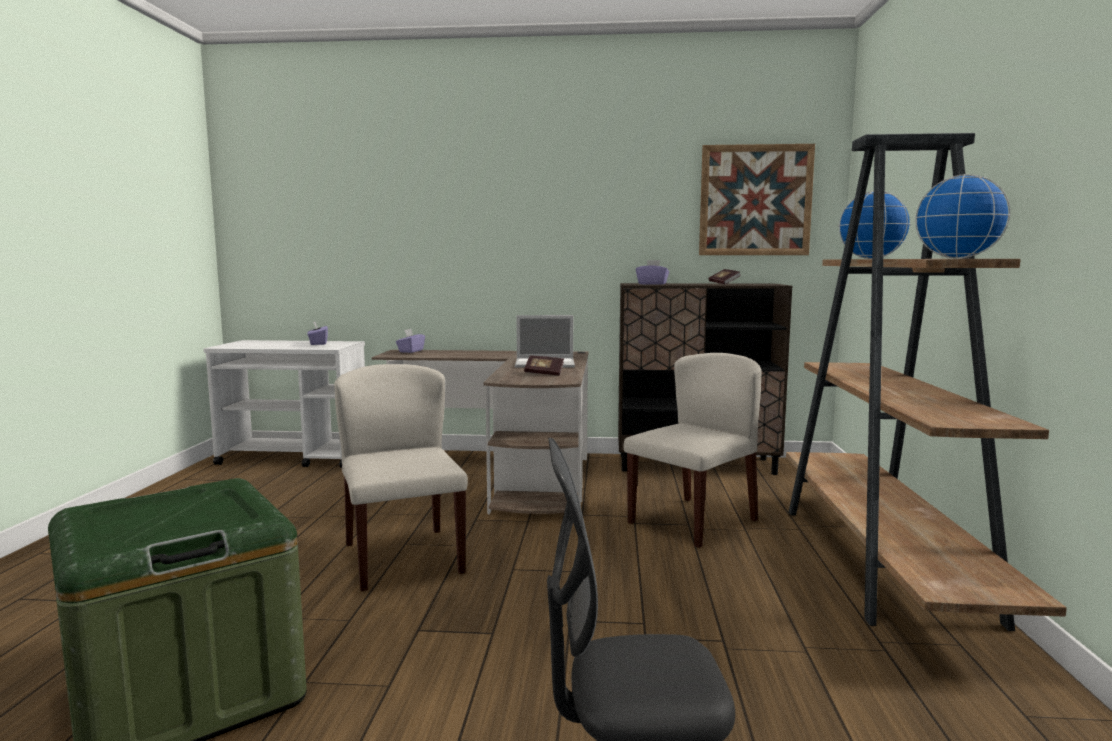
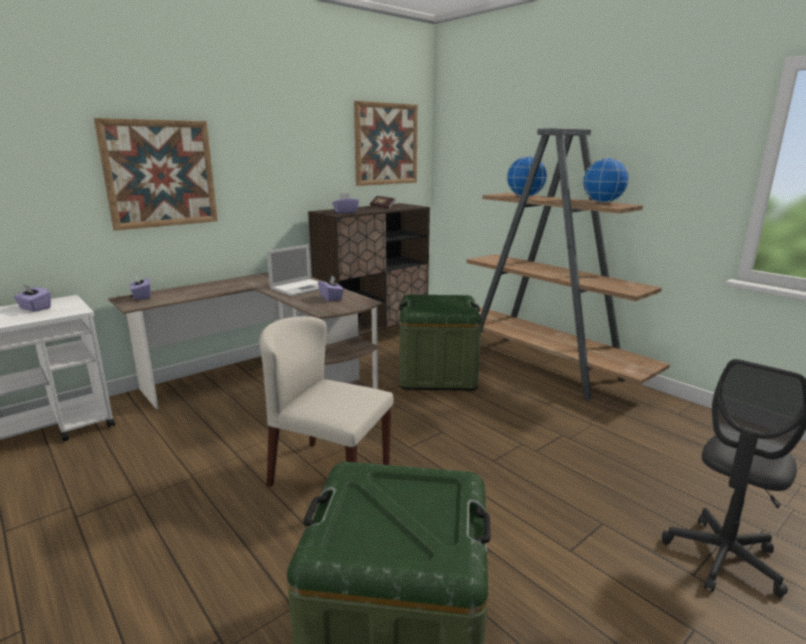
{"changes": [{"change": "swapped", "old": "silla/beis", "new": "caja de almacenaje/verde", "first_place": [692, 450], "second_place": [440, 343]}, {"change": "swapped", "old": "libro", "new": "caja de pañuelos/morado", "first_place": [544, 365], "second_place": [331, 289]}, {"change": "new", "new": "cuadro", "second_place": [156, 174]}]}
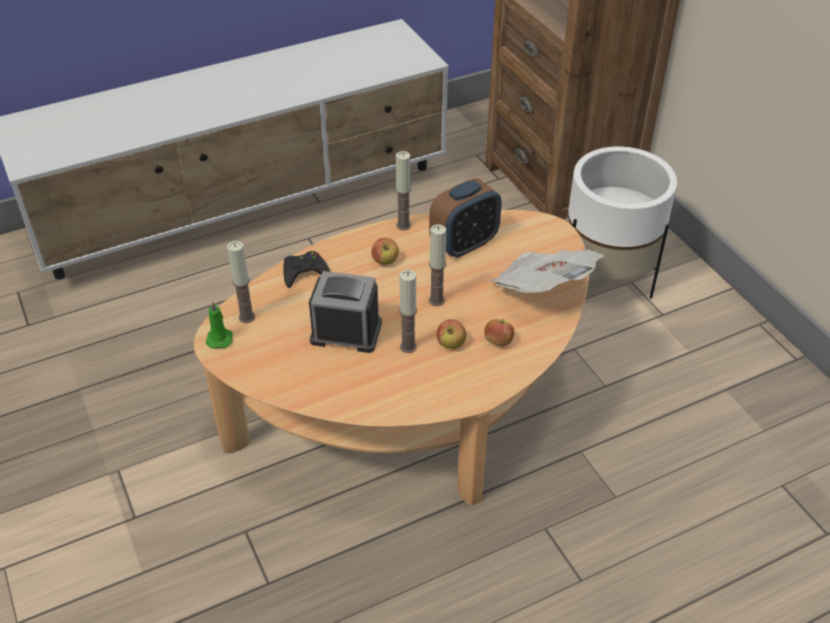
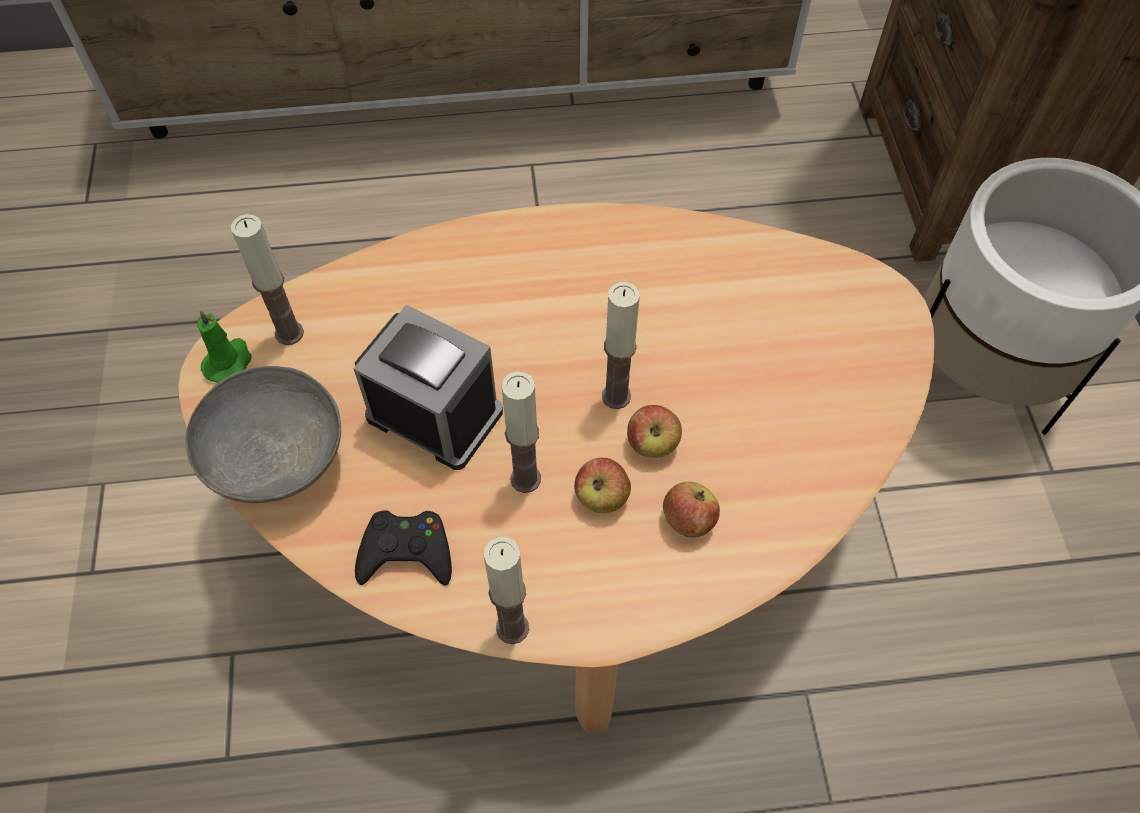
{"changes": [{"change": "shifted", "old": "vela", "first_place": [403, 190], "second_place": [506, 590]}, {"change": "gone", "old": "despertador", "first_place": [465, 218]}, {"change": "shifted", "old": "manzana", "first_place": [385, 251], "second_place": [654, 431]}, {"change": "gone", "old": "periódico", "first_place": [547, 271]}, {"change": "shifted", "old": "mando de consola/negro", "first_place": [306, 269], "second_place": [403, 548]}, {"change": "new", "new": "cuenco/gris", "second_place": [263, 434]}]}
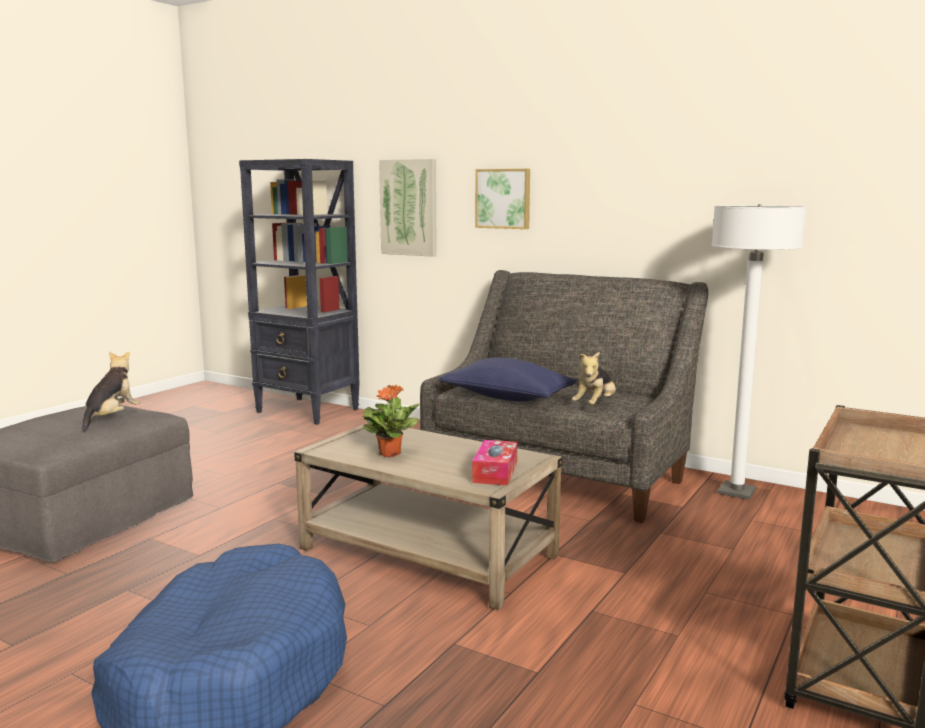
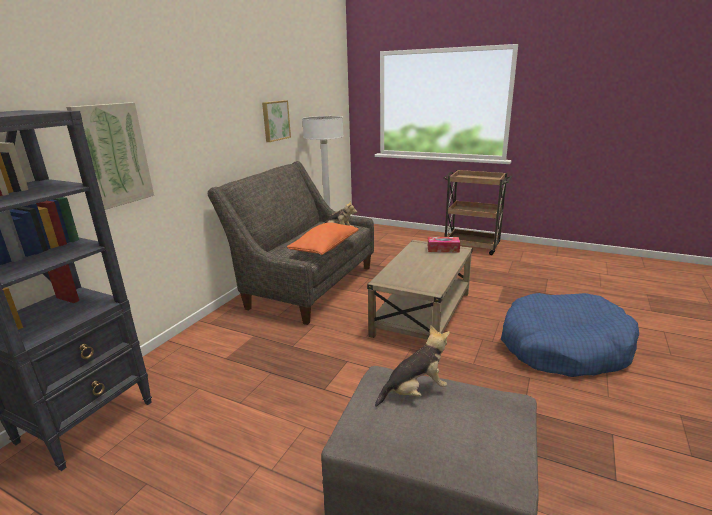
{"changes": [{"change": "shifted", "old": "cuadro", "first_place": [502, 199], "second_place": [276, 121]}, {"change": "rotated", "old": "peluche", "first_place": [111, 391], "second_place": [412, 366], "degrees": 150}, {"change": "repainted", "old": "cojín/azul", "new": "cojín/naranja", "first_place": [508, 379], "second_place": [322, 238]}, {"change": "gone", "old": "planta en maceta", "first_place": [390, 421]}]}
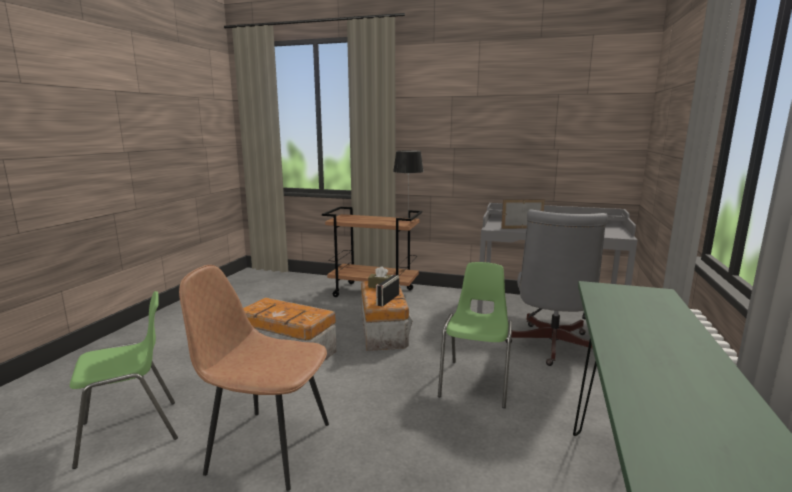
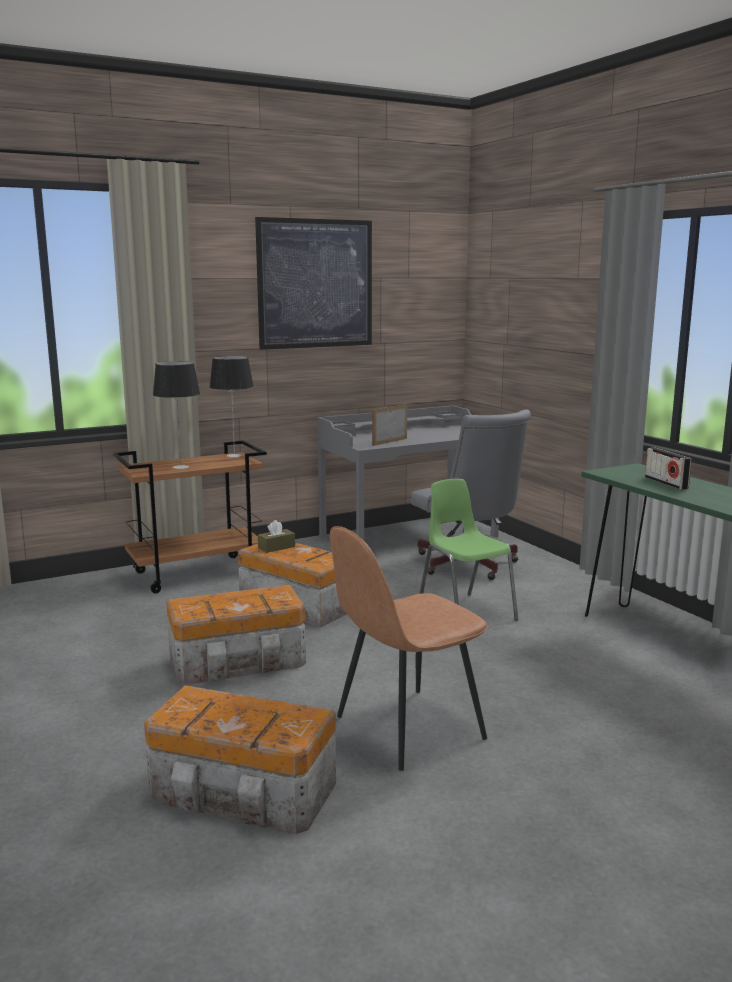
{"changes": [{"change": "shifted", "old": "radio", "first_place": [387, 290], "second_place": [668, 469]}, {"change": "swapped", "old": "silla/verde", "new": "caja de almacenaje", "first_place": [124, 380], "second_place": [240, 759]}, {"change": "new", "new": "cuadro", "second_place": [313, 283]}, {"change": "new", "new": "lámpara de mesa", "second_place": [176, 415]}]}
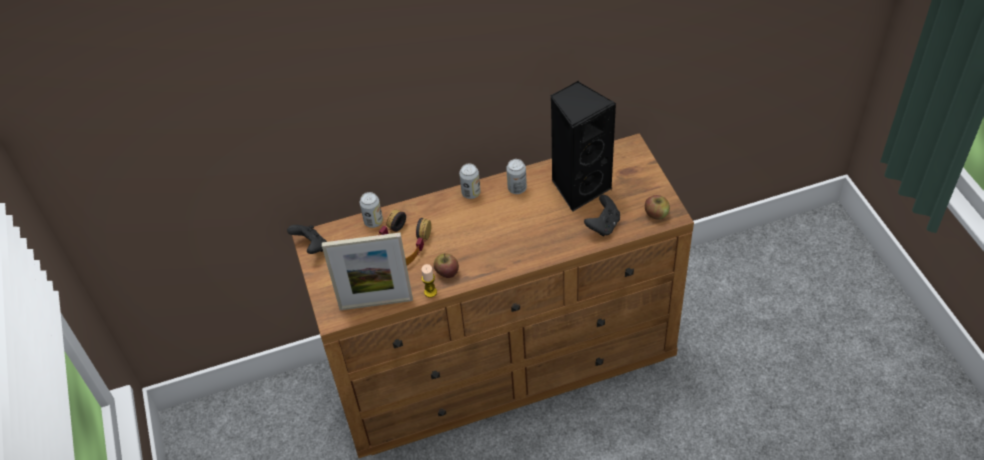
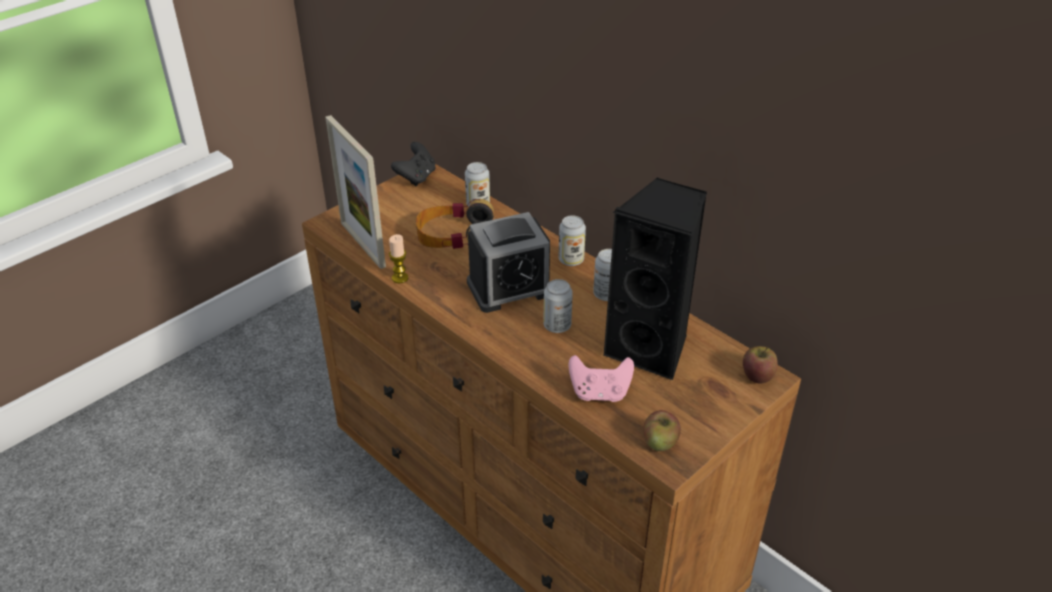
{"changes": [{"change": "repainted", "old": "mando de consola/negro", "new": "mando de consola/rosa", "first_place": [602, 216], "second_place": [601, 378]}, {"change": "shifted", "old": "manzana", "first_place": [446, 265], "second_place": [760, 365]}, {"change": "new", "new": "despertador", "second_place": [508, 262]}, {"change": "new", "new": "lata", "second_place": [558, 306]}]}
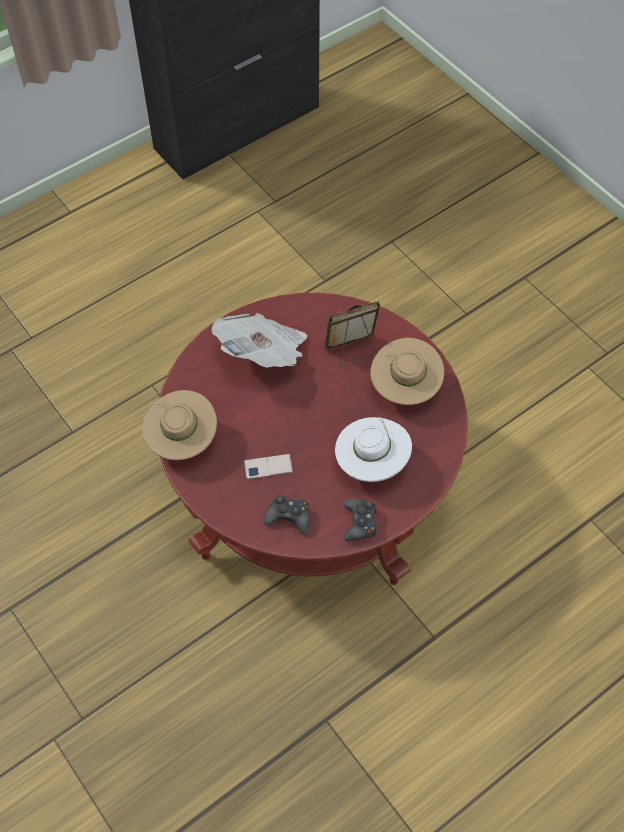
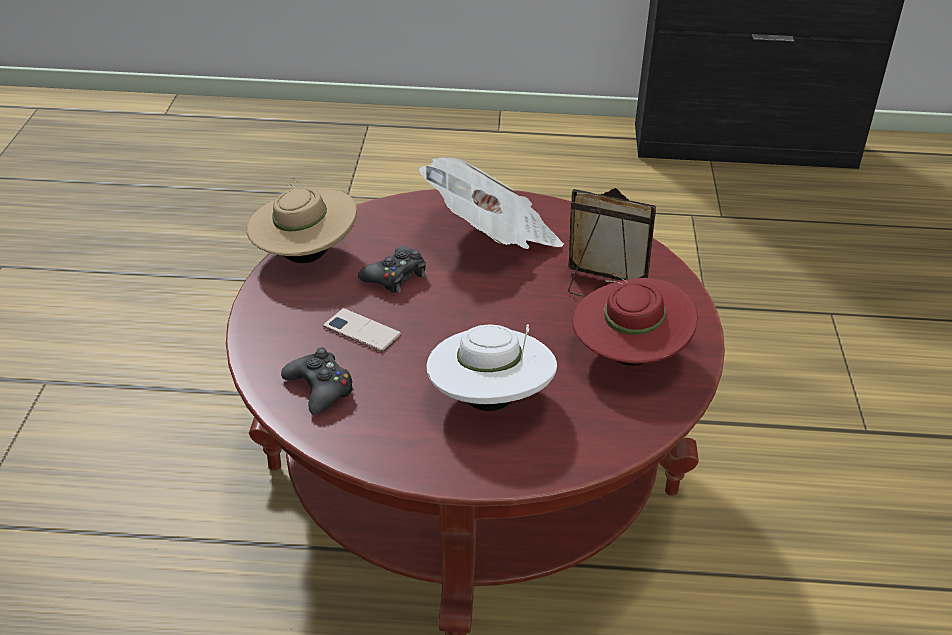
{"changes": [{"change": "repainted", "old": "sombrero/beis", "new": "sombrero/rojo", "first_place": [407, 371], "second_place": [635, 319]}, {"change": "shifted", "old": "mando de consola/negro", "first_place": [360, 520], "second_place": [392, 269]}]}
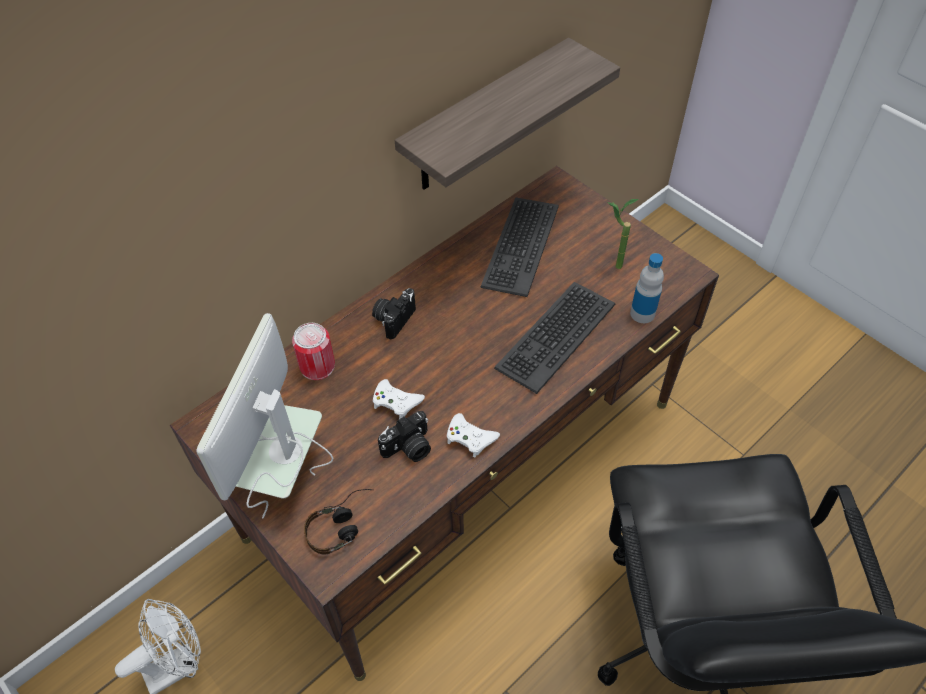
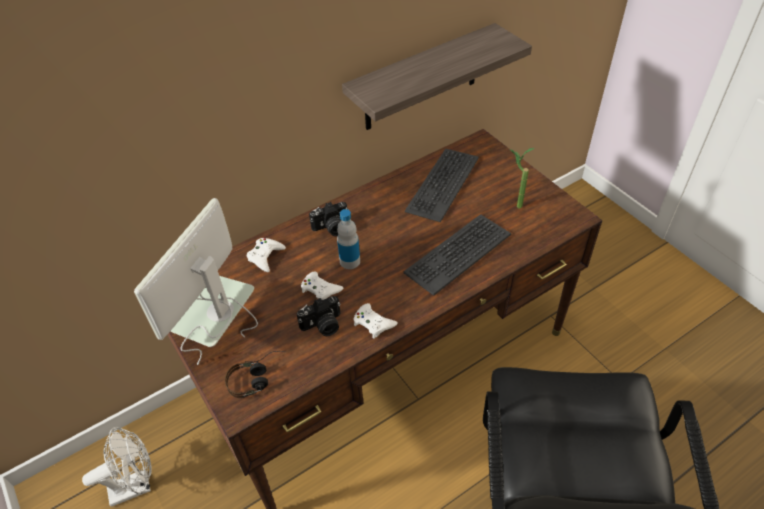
{"changes": [{"change": "shifted", "old": "botella", "first_place": [647, 288], "second_place": [348, 239]}, {"change": "rotated", "old": "cámara", "first_place": [394, 314], "second_place": [328, 219], "degrees": -150}, {"change": "swapped", "old": "lata", "new": "mando de consola/blanco", "first_place": [313, 351], "second_place": [266, 255]}]}
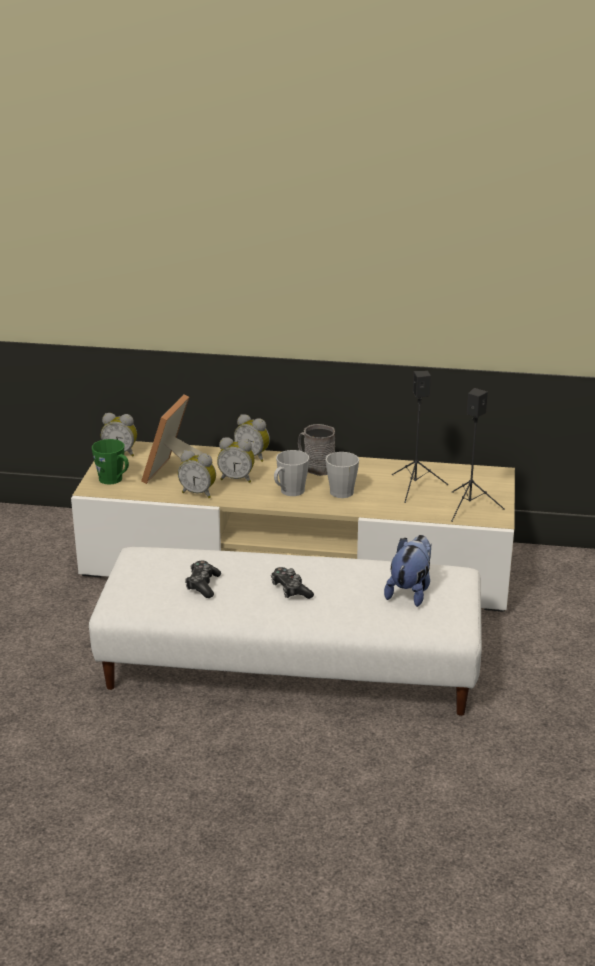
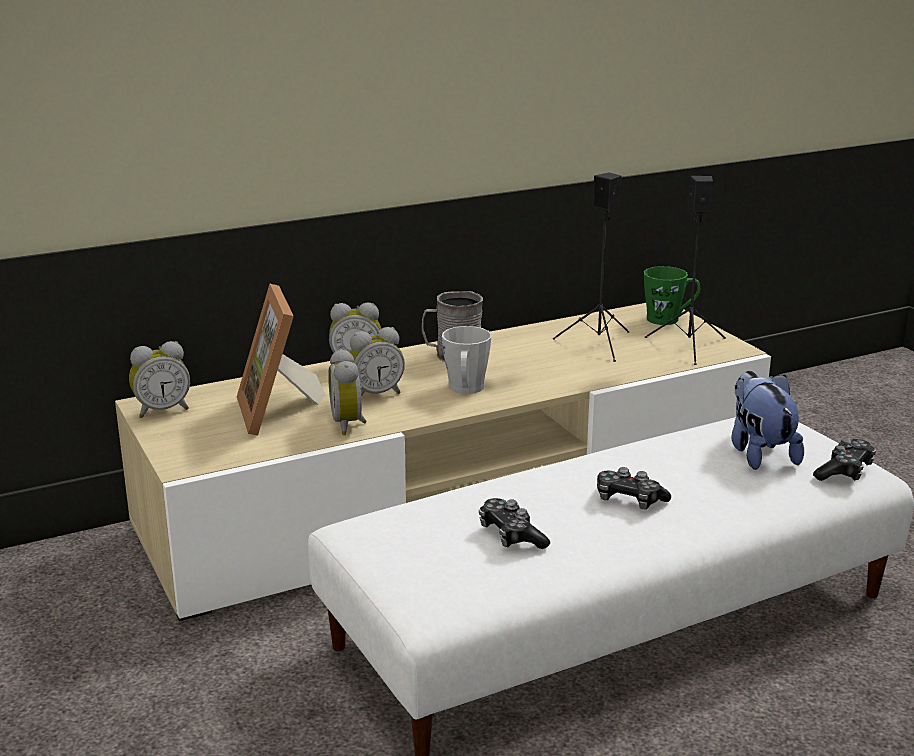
{"changes": [{"change": "shifted", "old": "taza grande/verde", "first_place": [110, 462], "second_place": [672, 295]}, {"change": "rotated", "old": "despertador", "first_place": [197, 474], "second_place": [347, 392], "degrees": 90}, {"change": "gone", "old": "taza grande/gris", "first_place": [342, 475]}, {"change": "new", "new": "mando de consola", "second_place": [844, 460]}]}
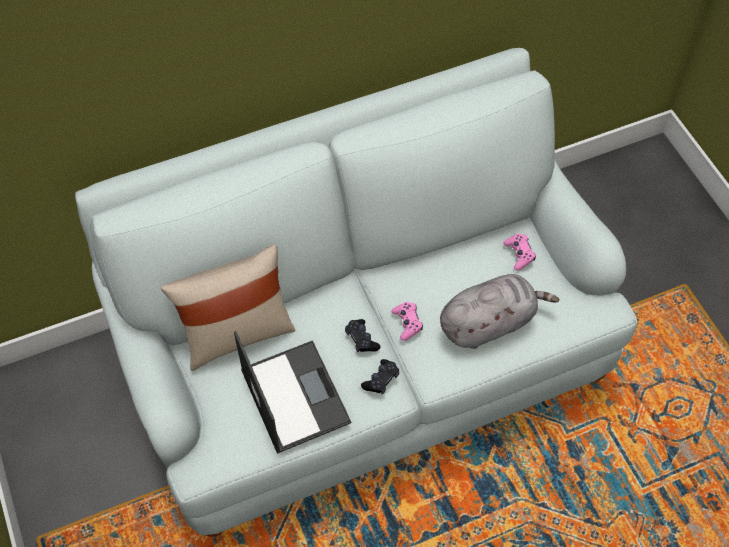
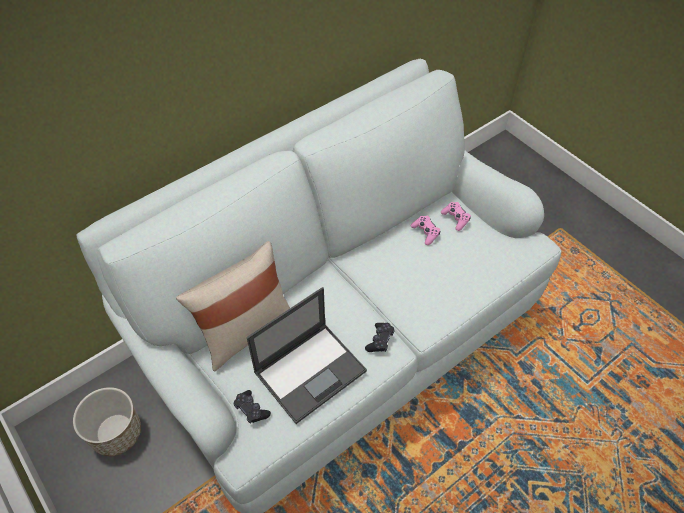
{"changes": [{"change": "gone", "old": "peluche/gris", "first_place": [499, 311]}, {"change": "shifted", "old": "mando de consola/rosa", "first_place": [407, 321], "second_place": [425, 230]}, {"change": "shifted", "old": "mando de consola/negro", "first_place": [363, 335], "second_place": [252, 407]}, {"change": "rotated", "old": "portátil", "first_place": [293, 392], "second_place": [306, 355], "degrees": 90}, {"change": "new", "new": "maceta", "second_place": [107, 421]}]}
